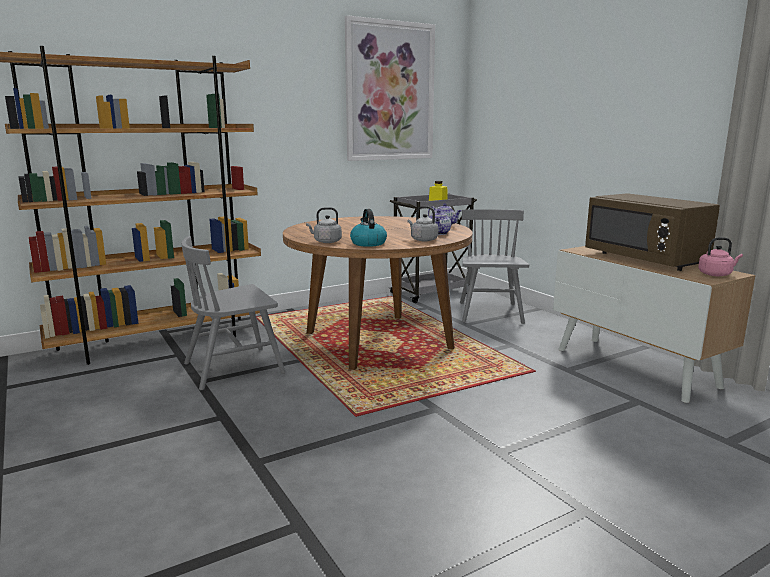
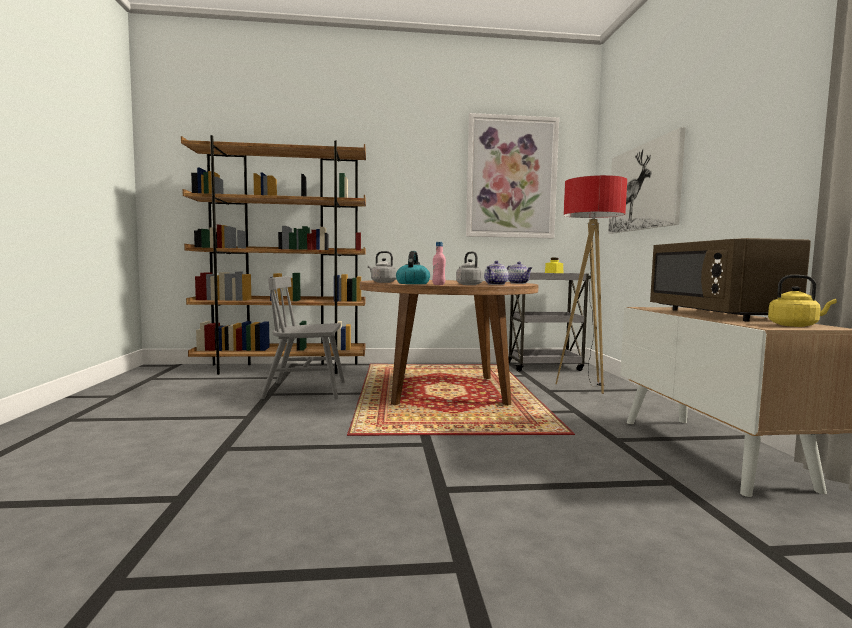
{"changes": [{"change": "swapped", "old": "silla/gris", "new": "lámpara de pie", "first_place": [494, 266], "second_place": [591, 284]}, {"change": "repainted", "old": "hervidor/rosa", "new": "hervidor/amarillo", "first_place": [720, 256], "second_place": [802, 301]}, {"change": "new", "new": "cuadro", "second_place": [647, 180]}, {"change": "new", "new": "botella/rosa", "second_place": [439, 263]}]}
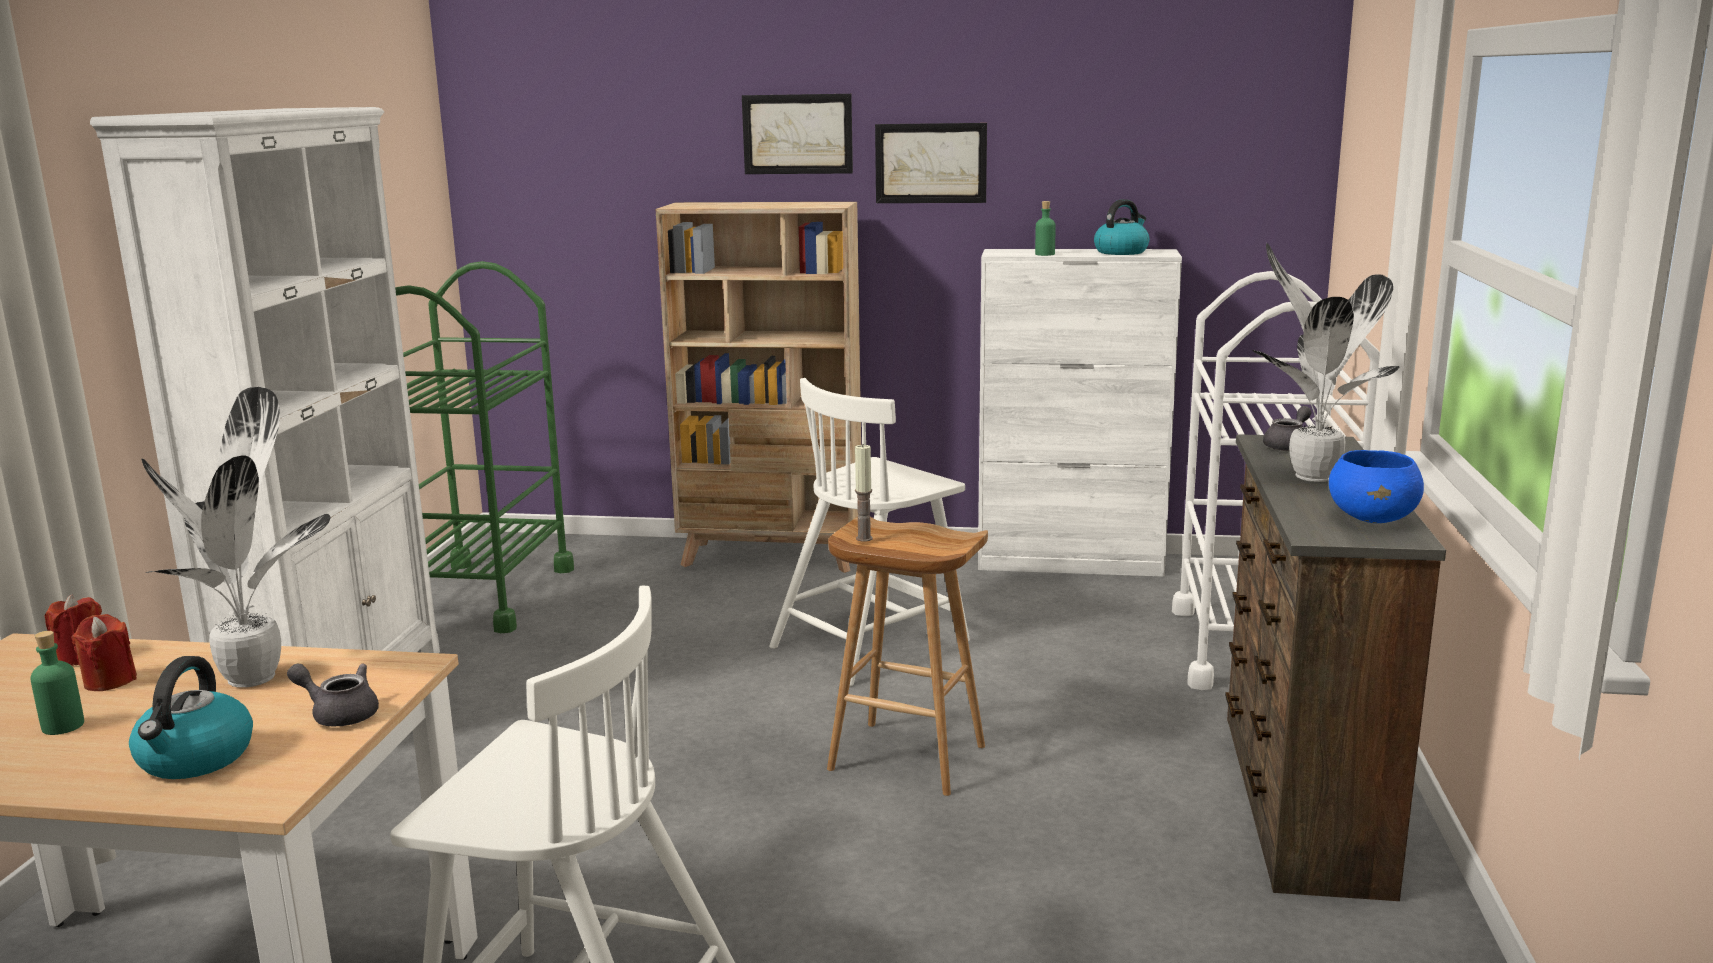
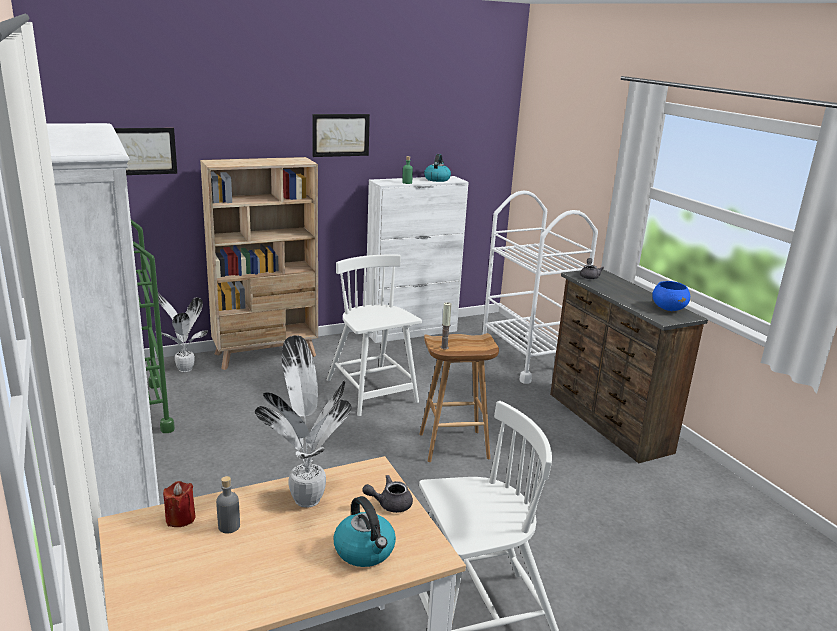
{"changes": [{"change": "shifted", "old": "cuadro", "first_place": [797, 134], "second_place": [145, 151]}, {"change": "shifted", "old": "planta en maceta", "first_place": [1326, 362], "second_place": [183, 332]}, {"change": "rotated", "old": "silla/blanco", "first_place": [869, 532], "second_place": [374, 335], "degrees": 135}, {"change": "swapped", "old": "vela/rojo", "new": "botella/gris", "first_place": [104, 652], "second_place": [228, 504]}, {"change": "gone", "old": "botella/verde", "first_place": [57, 683]}]}
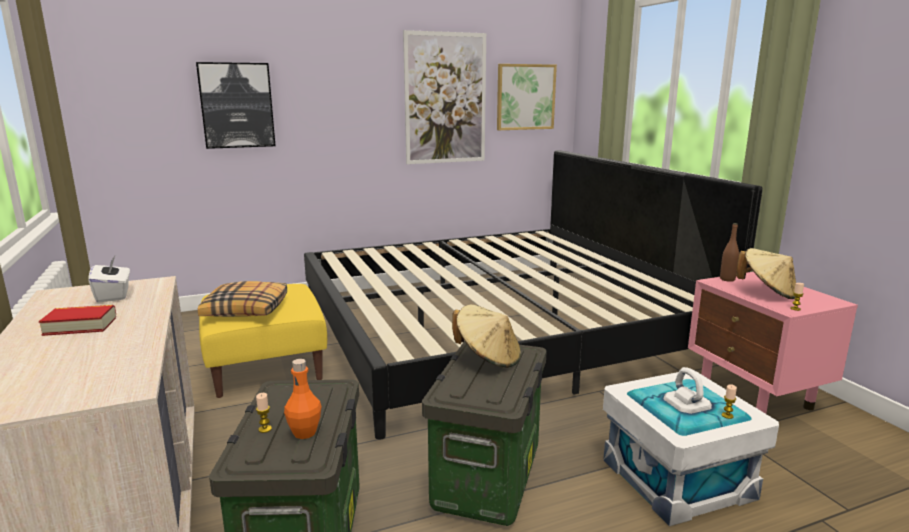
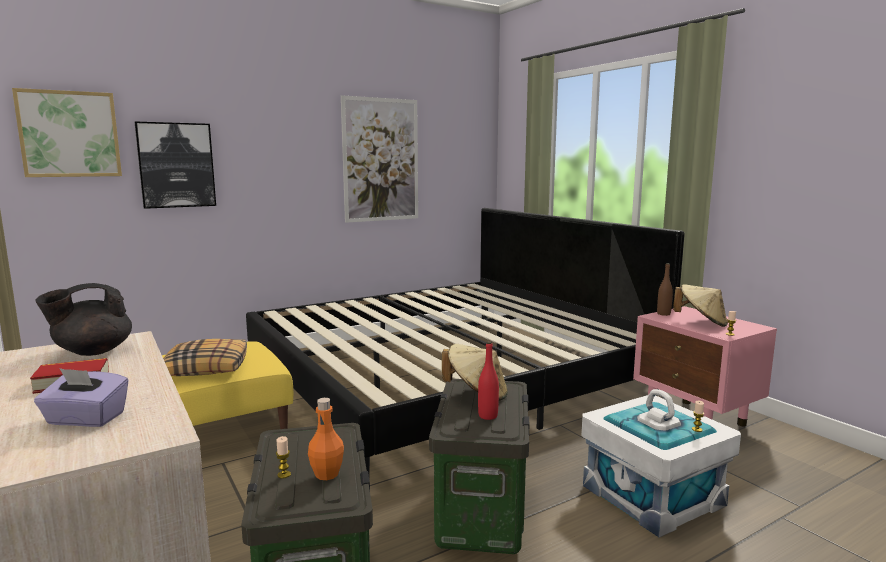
{"changes": [{"change": "shifted", "old": "cuadro", "first_place": [527, 97], "second_place": [67, 132]}, {"change": "swapped", "old": "caja de pañuelos/blanco", "new": "tetera/negro", "first_place": [109, 279], "second_place": [83, 319]}, {"change": "new", "new": "botella/rojo", "second_place": [488, 380]}, {"change": "new", "new": "caja de pañuelos/morado", "second_place": [81, 397]}]}
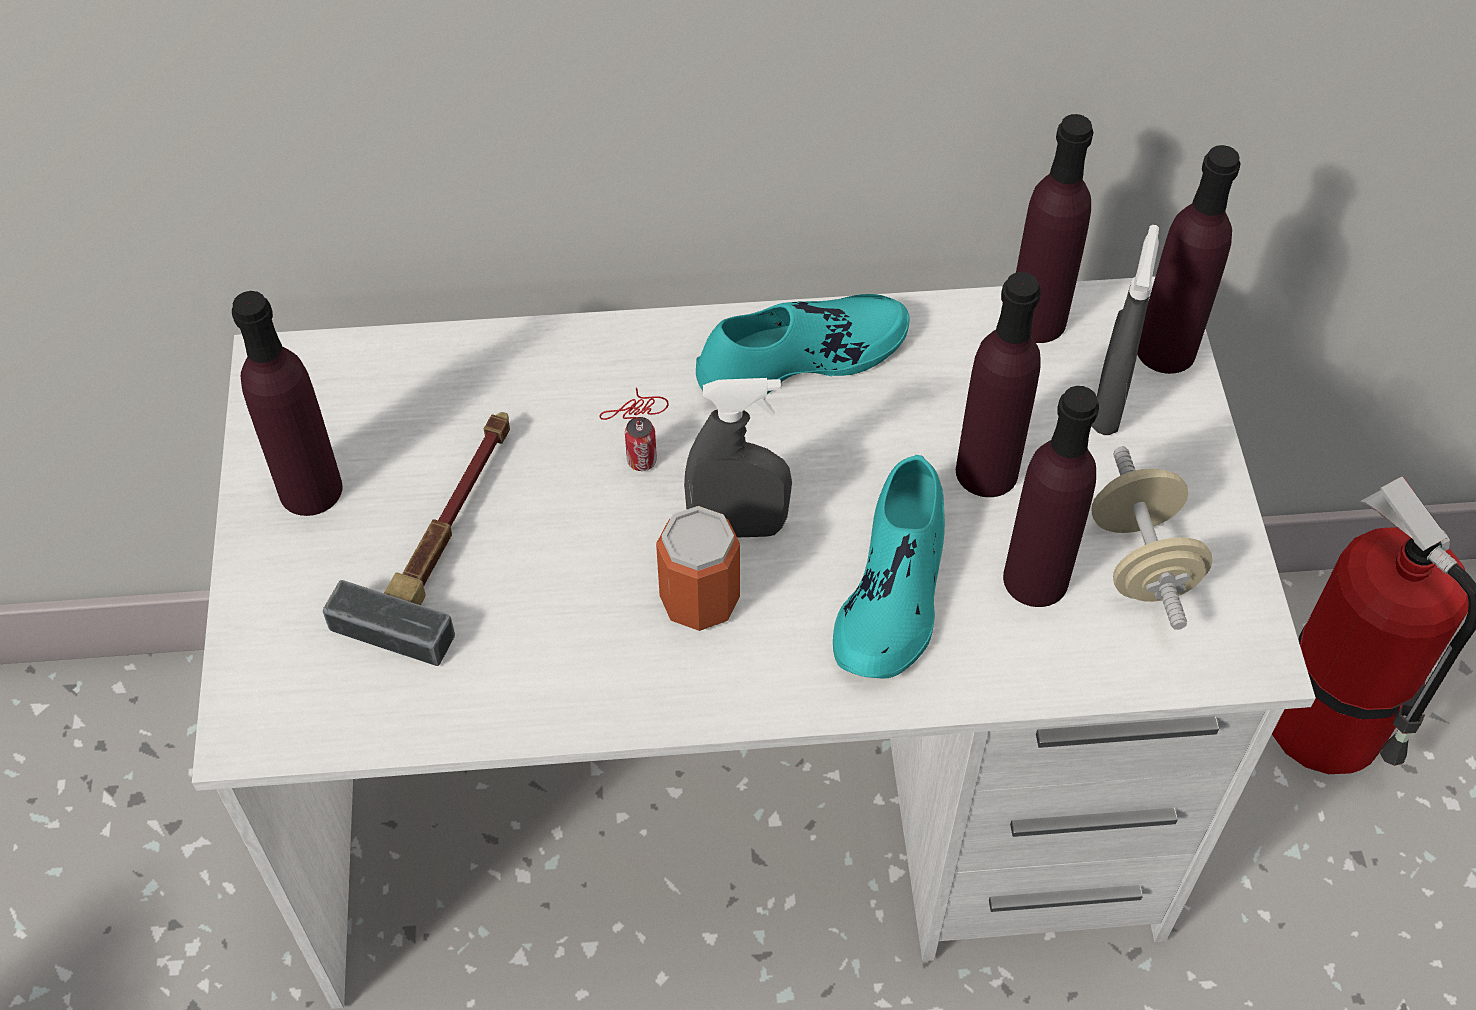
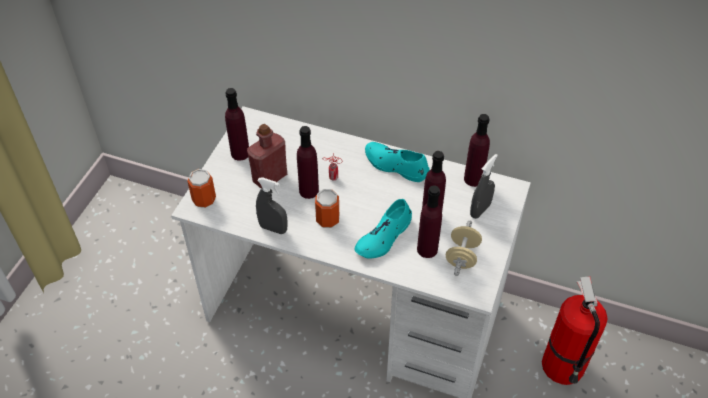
{"changes": [{"change": "shifted", "old": "botella/morado", "first_place": [1188, 259], "second_place": [308, 162]}, {"change": "rotated", "old": "zapato/turquesa", "first_place": [802, 344], "second_place": [397, 162], "degrees": -150}, {"change": "shifted", "old": "pulverizador/gris", "first_place": [738, 458], "second_place": [271, 205]}, {"change": "swapped", "old": "martillo", "new": "botella/rojo", "first_place": [416, 539], "second_place": [267, 156]}, {"change": "new", "new": "lata", "second_place": [201, 188]}]}
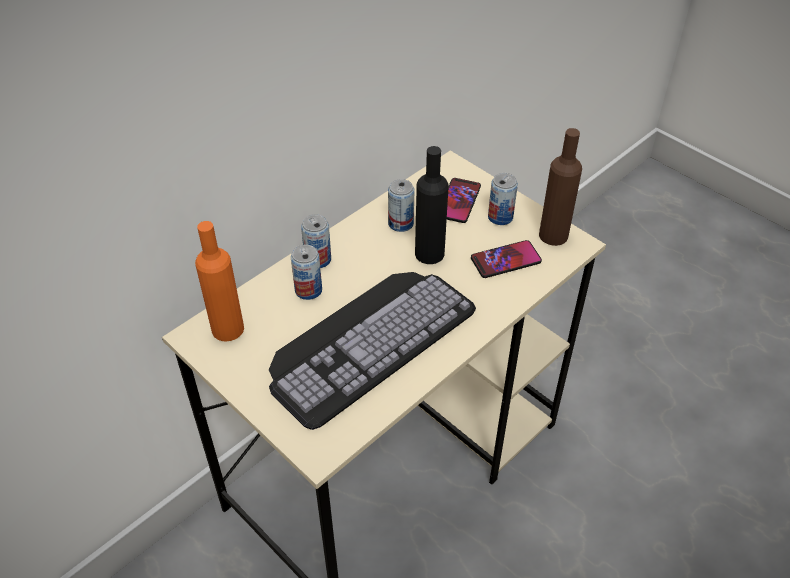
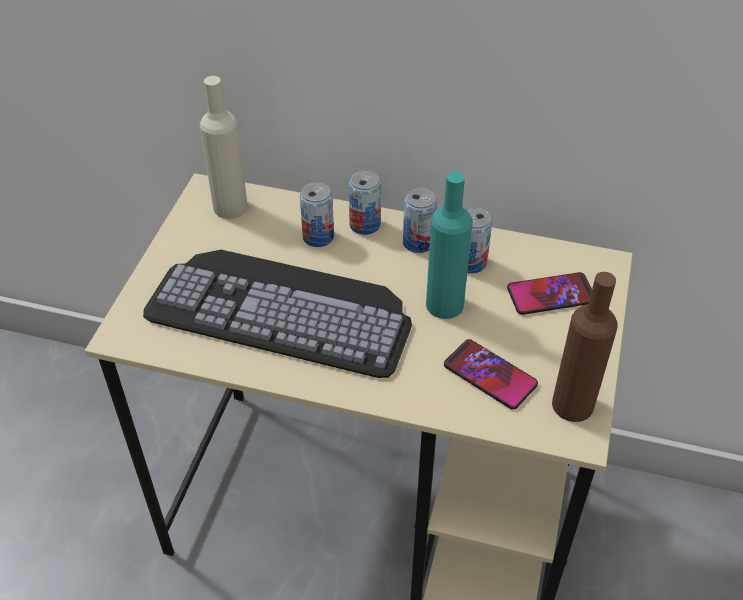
{"changes": [{"change": "repainted", "old": "botella/negro", "new": "botella/turquesa", "first_place": [432, 205], "second_place": [449, 245]}, {"change": "shifted", "old": "lata", "first_place": [503, 199], "second_place": [420, 220]}, {"change": "repainted", "old": "botella/naranja", "new": "botella/beis", "first_place": [219, 281], "second_place": [224, 147]}]}
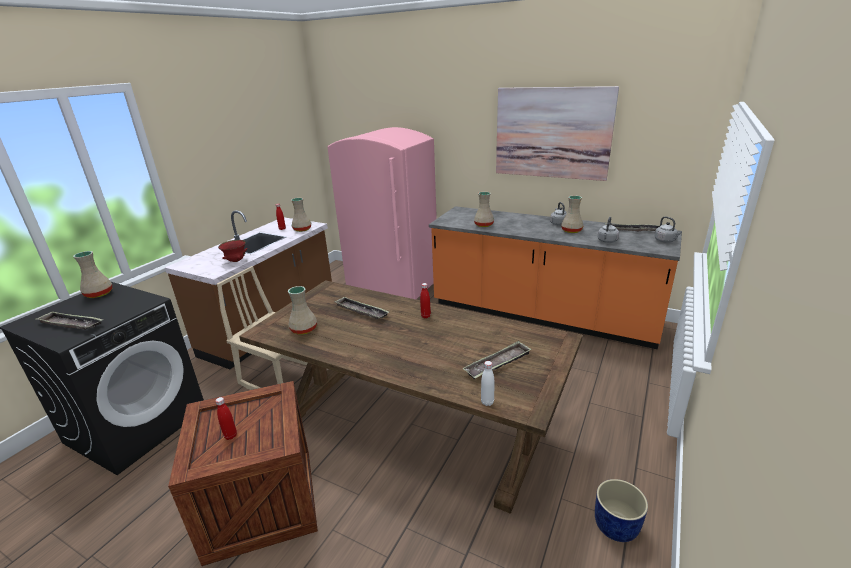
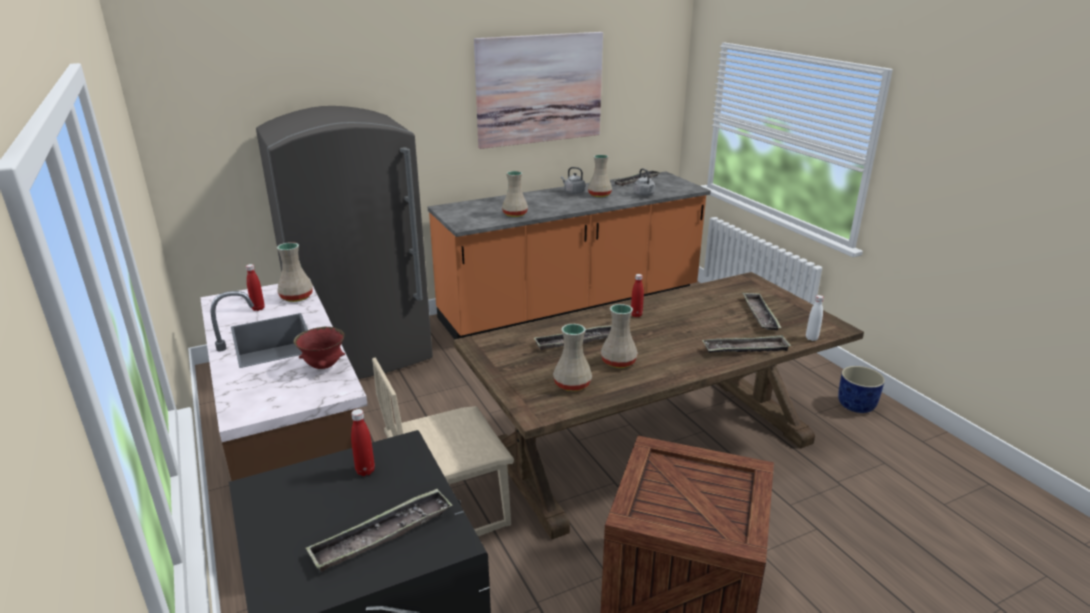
{"changes": [{"change": "repainted", "old": "nevera/rosa", "new": "nevera/gris", "first_place": [382, 213], "second_place": [344, 242]}, {"change": "gone", "old": "hervidor/gris", "first_place": [668, 229]}, {"change": "shifted", "old": "florero/beis", "first_place": [92, 274], "second_place": [619, 336]}, {"change": "shifted", "old": "botella/rojo", "first_place": [226, 418], "second_place": [363, 442]}, {"change": "new", "new": "bandeja", "second_place": [746, 344]}]}
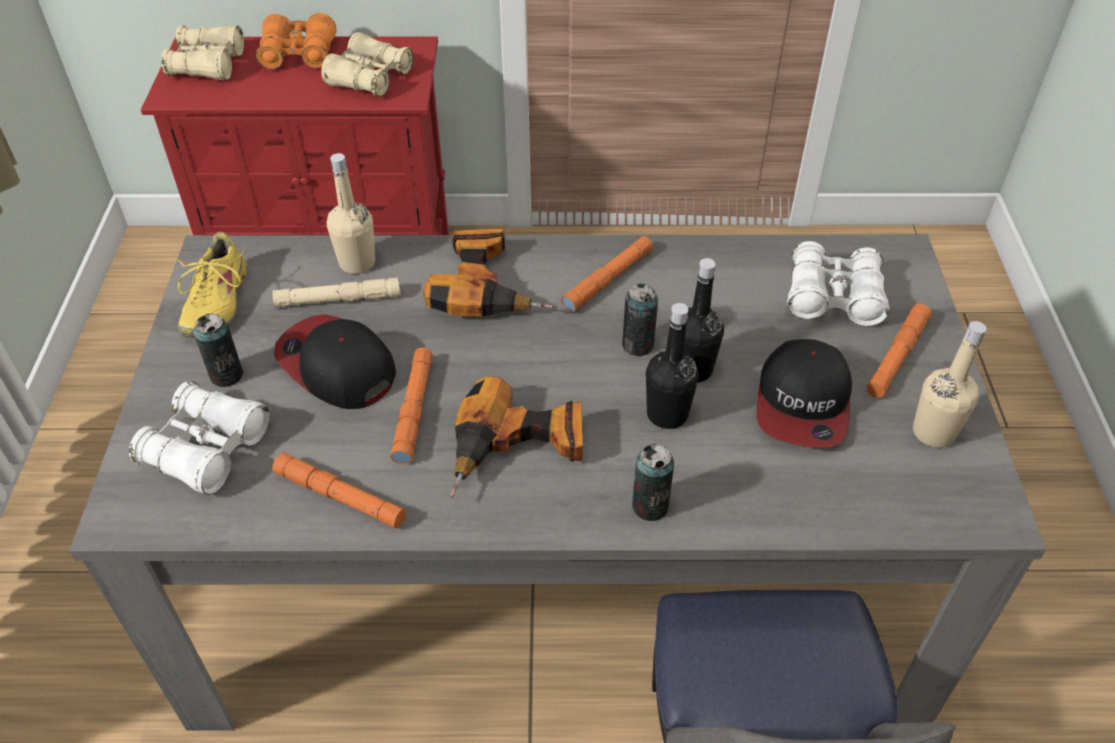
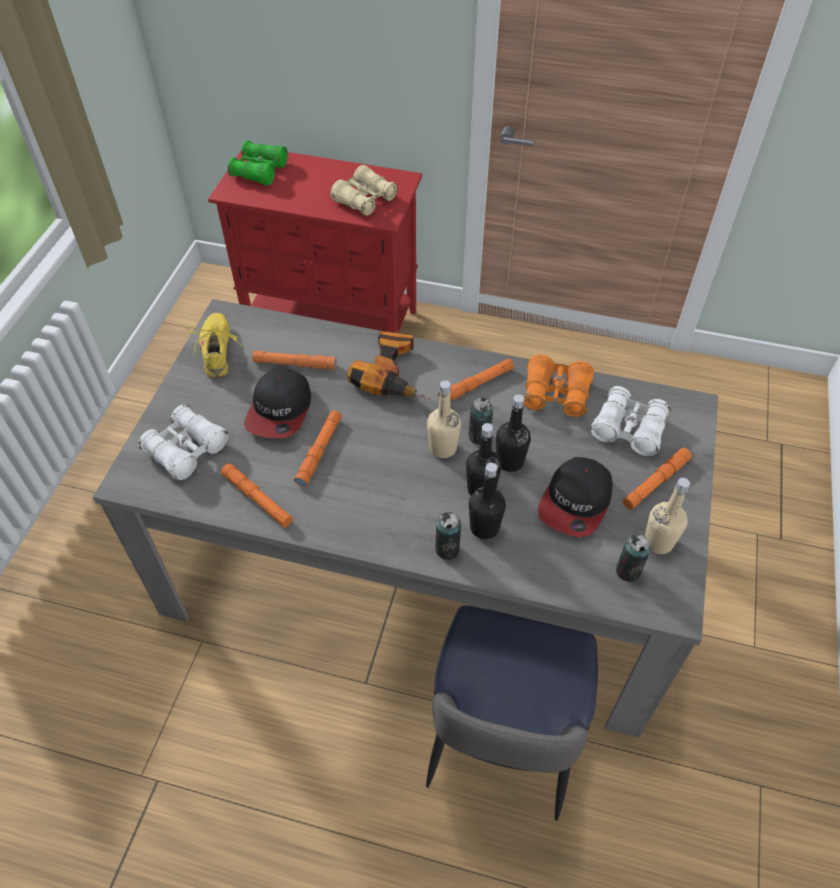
{"changes": [{"change": "shifted", "old": "prismáticos/naranja", "first_place": [296, 41], "second_place": [559, 386]}, {"change": "repainted", "old": "prismáticos/beis", "new": "prismáticos/verde", "first_place": [202, 53], "second_place": [258, 163]}, {"change": "shifted", "old": "botella/beis", "first_place": [351, 213], "second_place": [444, 419]}, {"change": "rotated", "old": "zapato/amarillo", "first_place": [212, 285], "second_place": [214, 345], "degrees": 150}, {"change": "repainted", "old": "linterna/beis", "new": "linterna/naranja", "first_place": [337, 292], "second_place": [294, 360]}, {"change": "shifted", "old": "lata", "first_place": [218, 350], "second_place": [633, 558]}, {"change": "rotated", "old": "gorra", "first_place": [335, 361], "second_place": [277, 403], "degrees": -135}, {"change": "gone", "old": "taladro", "first_place": [516, 436]}, {"change": "new", "new": "botella/negro", "second_place": [487, 501]}]}
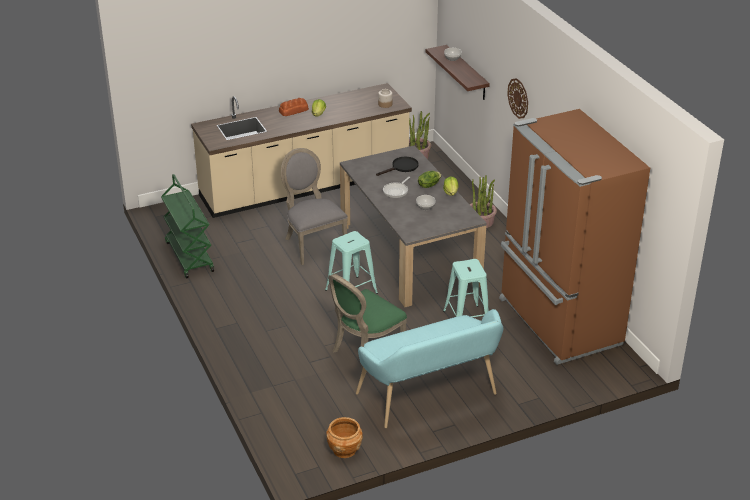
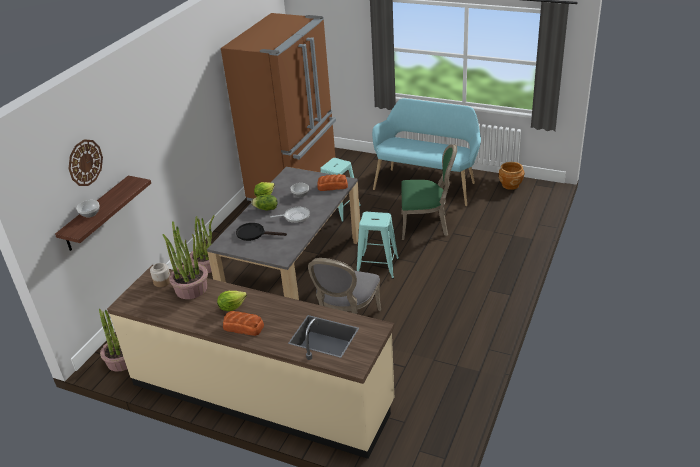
{"changes": [{"change": "shifted", "old": "reloj de pared", "first_place": [517, 98], "second_place": [86, 162]}, {"change": "gone", "old": "carrito/verde", "first_place": [187, 226]}, {"change": "new", "new": "pan", "second_place": [332, 182]}, {"change": "new", "new": "planta en maceta", "second_place": [185, 260]}]}
